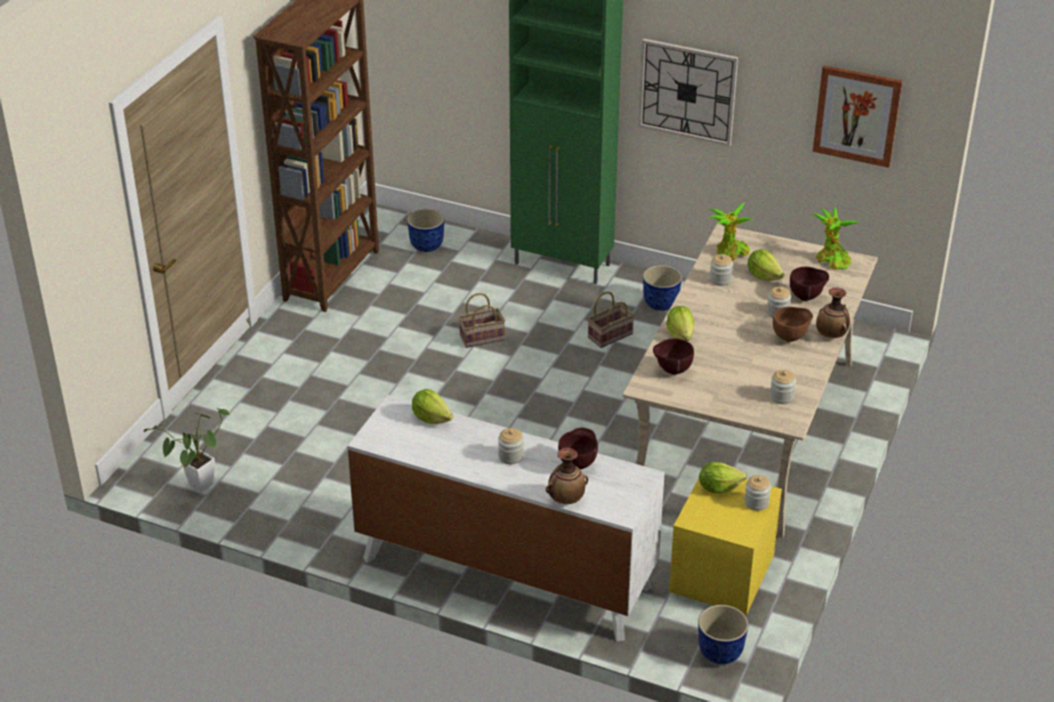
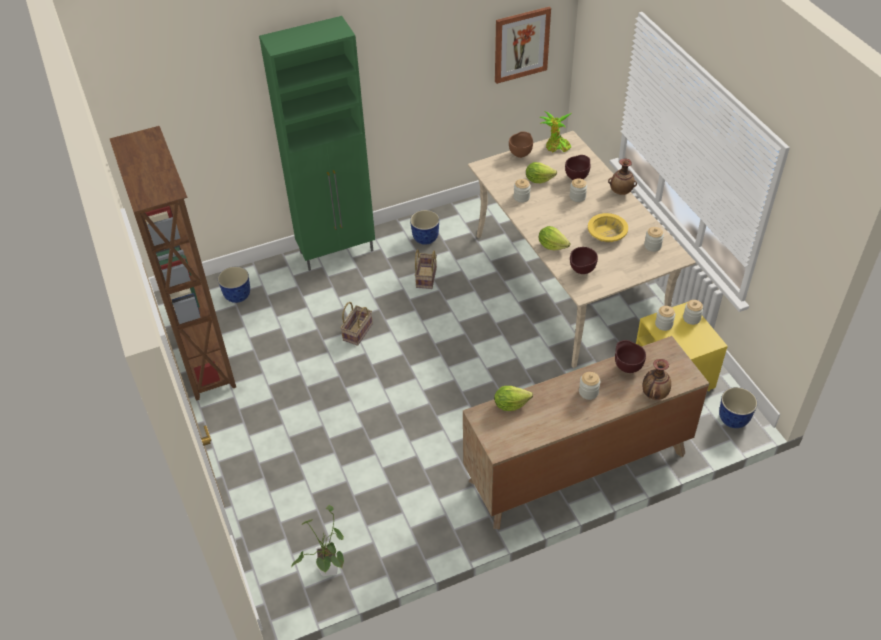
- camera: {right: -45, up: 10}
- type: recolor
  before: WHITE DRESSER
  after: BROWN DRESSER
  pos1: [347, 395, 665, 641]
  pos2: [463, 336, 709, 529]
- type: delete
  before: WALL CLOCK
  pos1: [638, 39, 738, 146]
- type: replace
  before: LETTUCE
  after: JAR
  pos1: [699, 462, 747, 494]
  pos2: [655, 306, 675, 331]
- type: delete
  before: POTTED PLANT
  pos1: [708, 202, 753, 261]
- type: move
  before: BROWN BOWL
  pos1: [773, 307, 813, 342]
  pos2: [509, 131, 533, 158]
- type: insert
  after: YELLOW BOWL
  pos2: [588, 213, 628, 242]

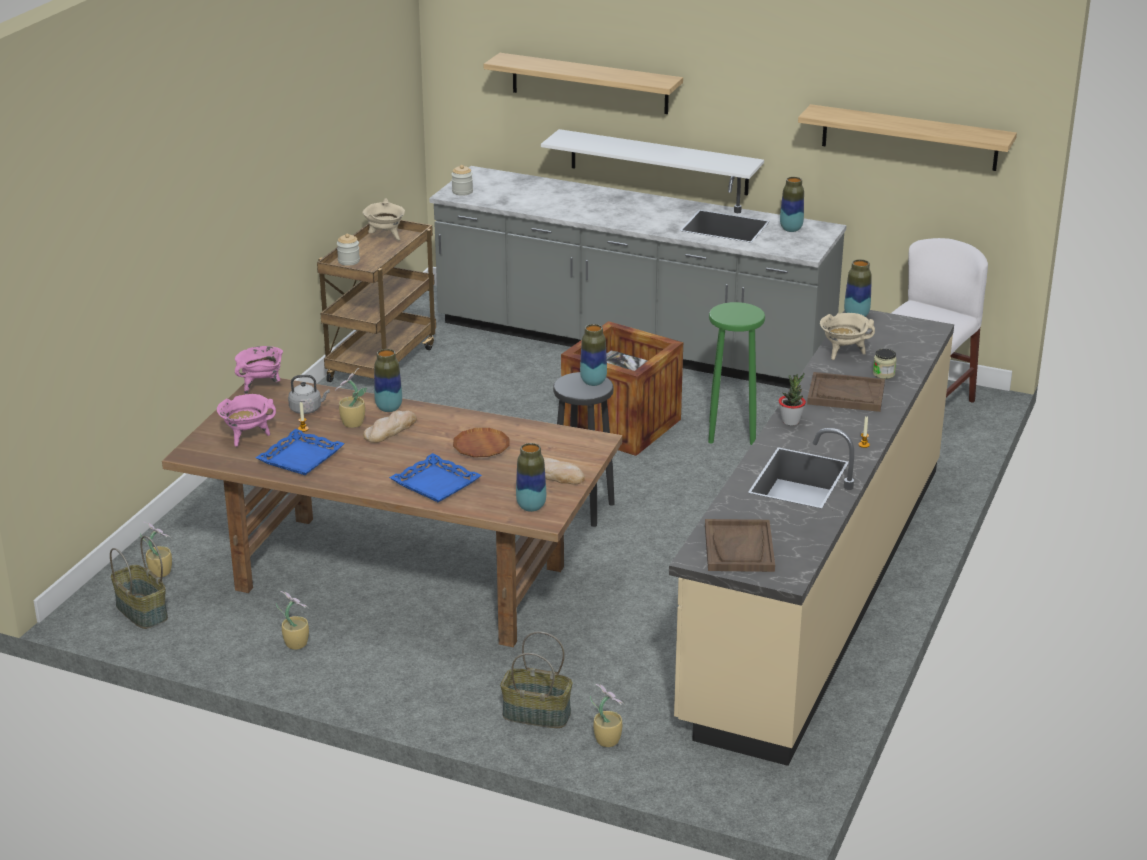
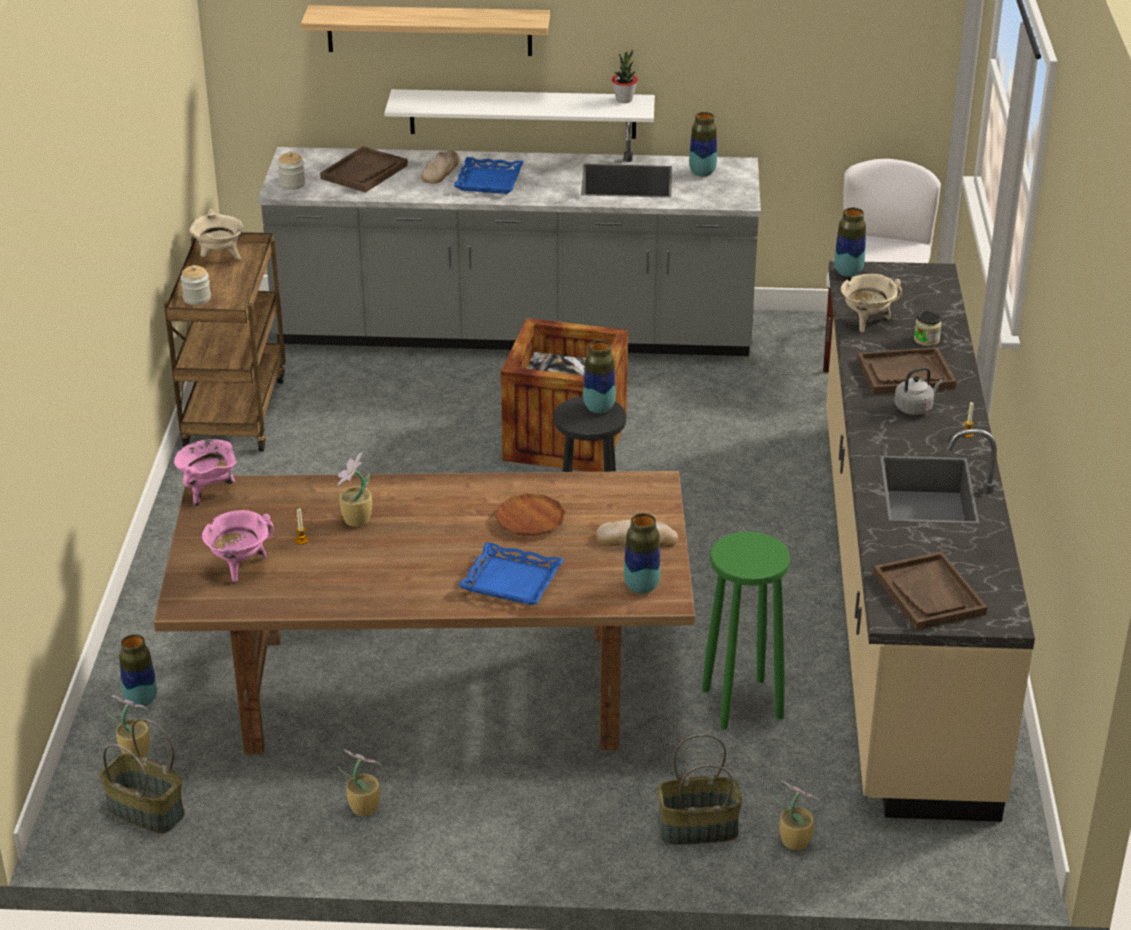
- camera: {right: -20, up: 5}
- type: move
  before: BLUE TRAY
  pos1: [256, 429, 345, 475]
  pos2: [454, 157, 524, 194]
- type: move
  before: GREY KETTLE
  pos1: [288, 375, 330, 414]
  pos2: [894, 367, 943, 415]
- type: move
  before: BREAD
  pos1: [363, 411, 417, 443]
  pos2: [421, 150, 460, 183]
- type: move
  before: VASE
  pos1: [374, 349, 402, 412]
  pos2: [119, 634, 157, 708]
- type: move
  before: GREEN STOOL
  pos1: [708, 302, 765, 445]
  pos2: [702, 532, 790, 730]
- type: move
  before: POTTED PLANT
  pos1: [779, 373, 806, 425]
  pos2: [612, 49, 638, 103]
- type: delete
  before: SHELF
  pos1: [798, 104, 1017, 171]
- type: insert
  after: BROWN TRAY
  pos2: [320, 146, 408, 193]

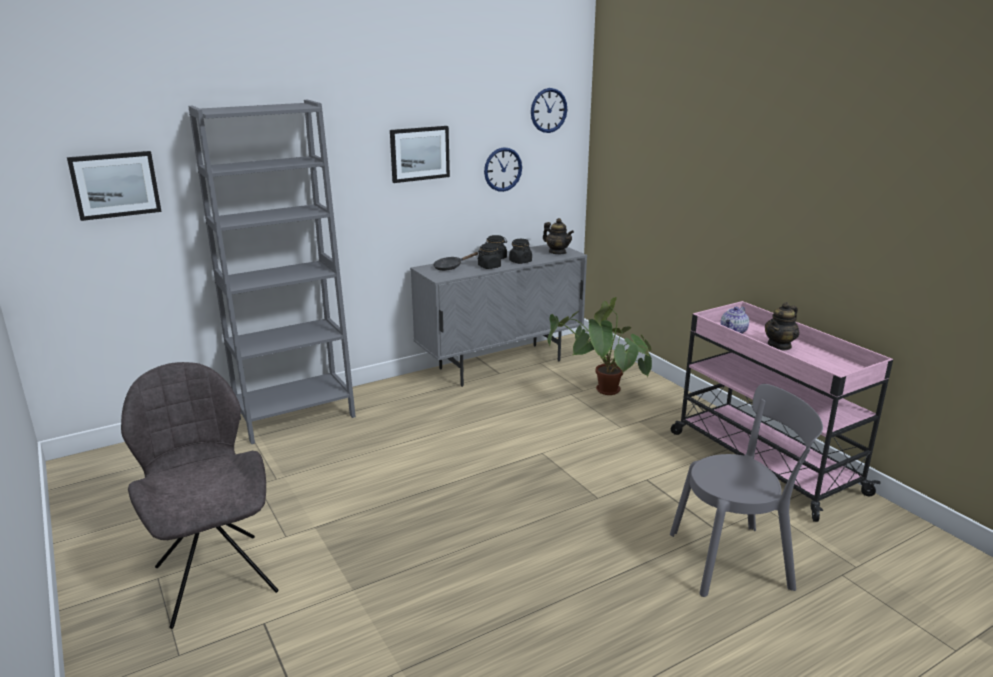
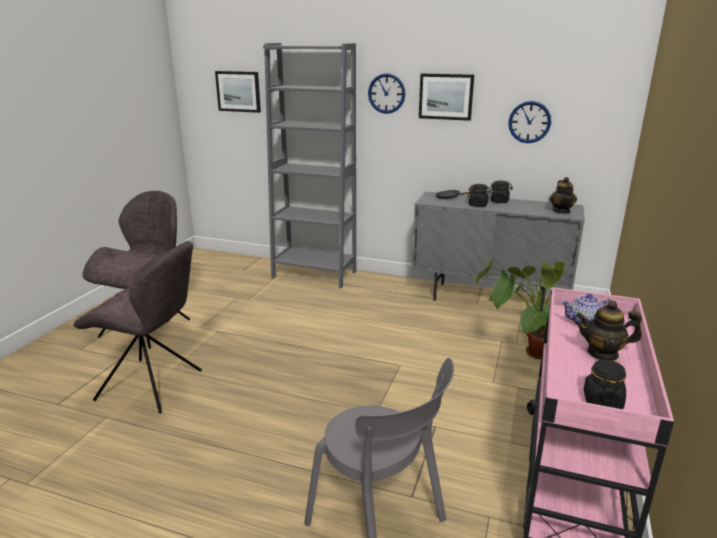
- camera: {right: 50, up: 0}
- type: move
  before: BLACK JAR
  pos1: [509, 239, 532, 264]
  pos2: [584, 359, 626, 409]
- type: move
  before: WALL CLOCK
  pos1: [531, 88, 567, 133]
  pos2: [368, 73, 405, 114]
- type: insert
  after: GREY CHAIR
  pos2: [74, 241, 202, 413]

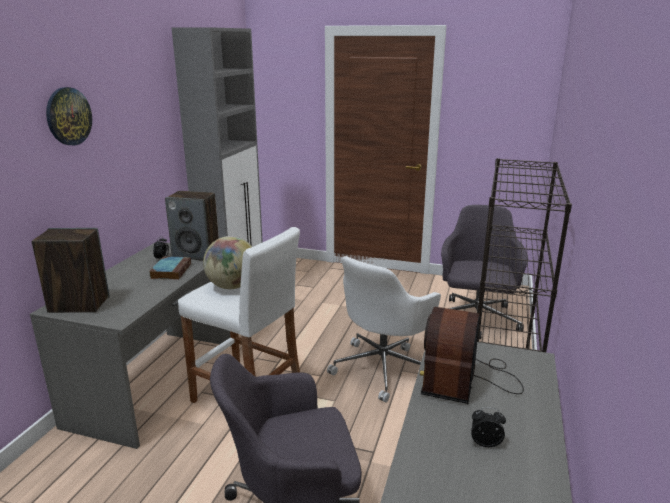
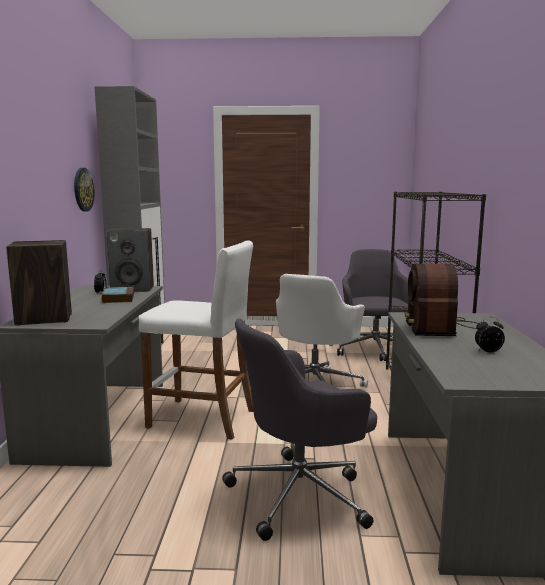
- camera: {right: -15, up: -10}
- type: move
  before: WALL CLOCK
  pos1: [46, 87, 92, 145]
  pos2: [74, 168, 94, 211]
- type: delete
  before: GLOBE
  pos1: [203, 236, 252, 289]

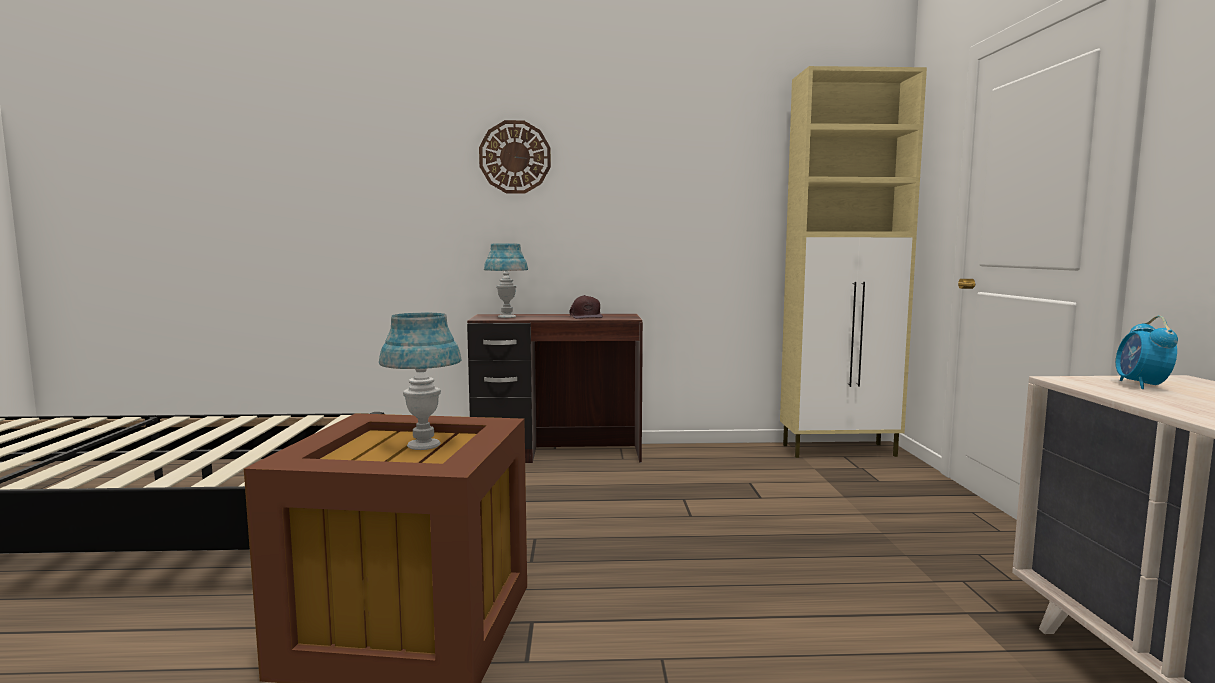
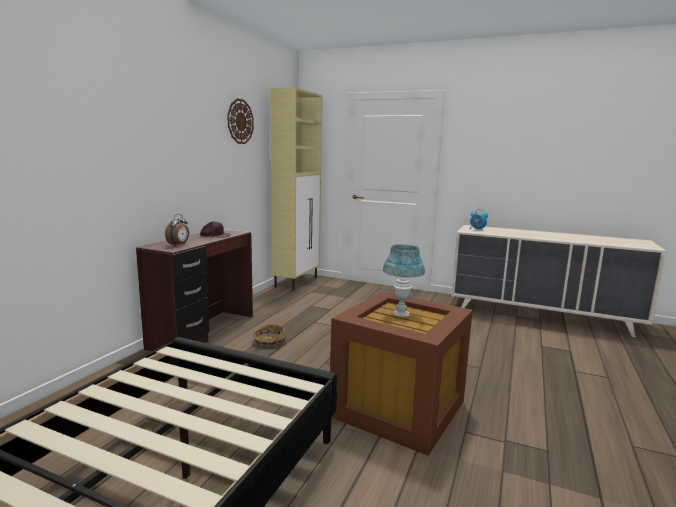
- camera: {right: -65, up: 5}
- type: move
  before: WALL CLOCK
  pos1: [479, 120, 551, 194]
  pos2: [227, 98, 254, 144]
- type: replace
  before: BLUE TABLE LAMP
  after: ALARM CLOCK
  pos1: [484, 244, 528, 318]
  pos2: [165, 214, 189, 246]
- type: insert
  after: BASKET
  pos2: [253, 324, 286, 347]

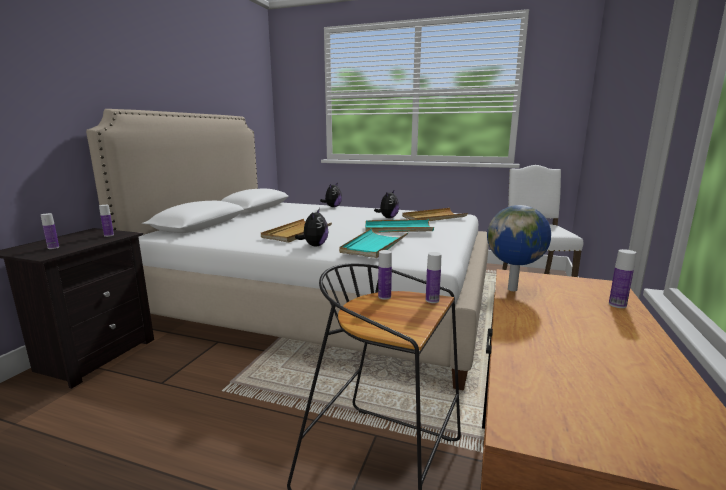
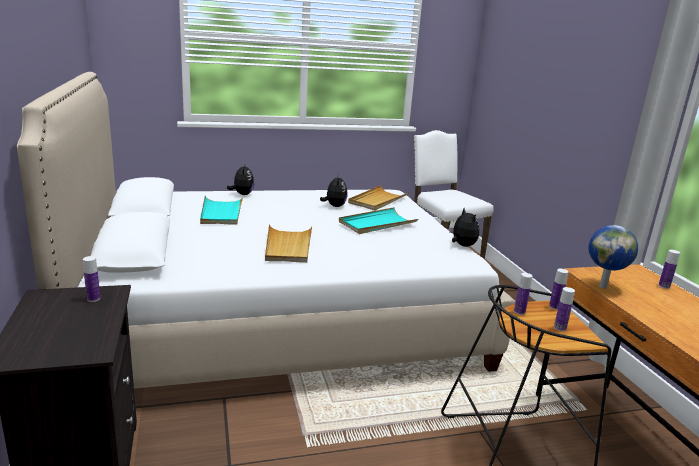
- camera: {right: -35, up: 5}
- type: move
  before: BOTTLE
  pos1: [41, 213, 59, 249]
  pos2: [554, 287, 575, 331]
- type: move
  before: PLUSH TOY
  pos1: [295, 208, 328, 246]
  pos2: [449, 208, 479, 247]
- type: move
  before: TURQUOISE TRAY
  pos1: [339, 228, 408, 258]
  pos2: [200, 196, 243, 225]

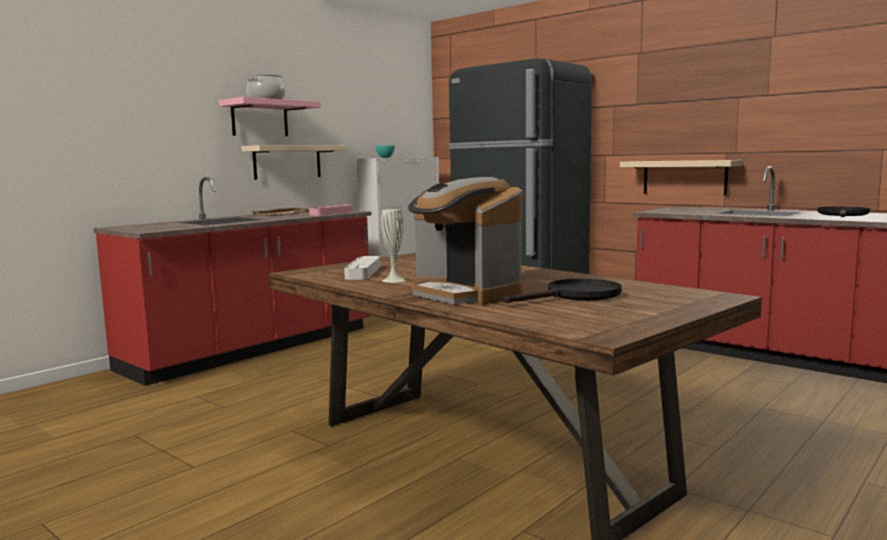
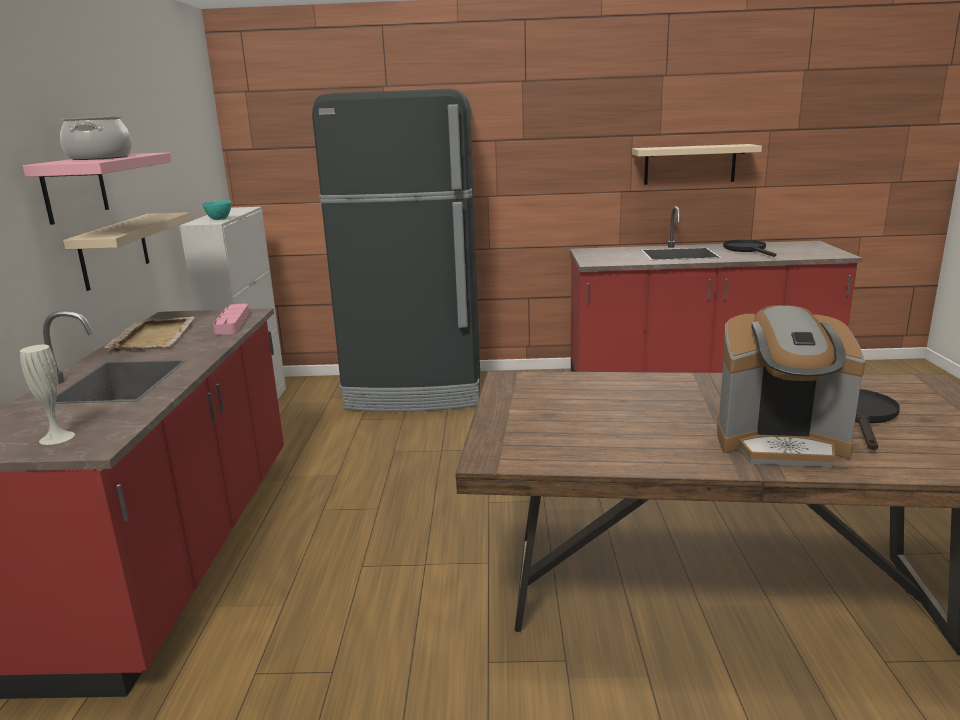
- camera: {right: -40, up: 10}
- type: delete
  before: GREY TRAY
  pos1: [344, 256, 380, 280]
- type: move
  before: WHITE VASE
  pos1: [381, 209, 406, 283]
  pos2: [20, 345, 75, 445]
- type: move
  before: BEIGE SHELF
  pos1: [620, 160, 742, 196]
  pos2: [632, 144, 762, 185]

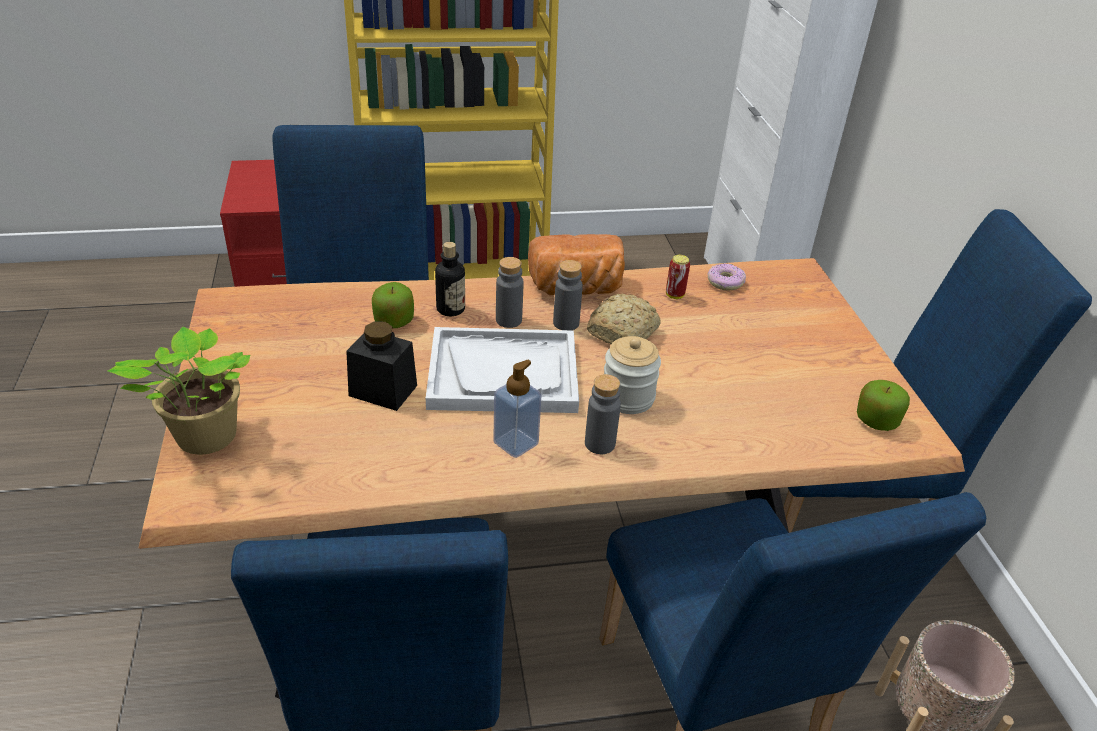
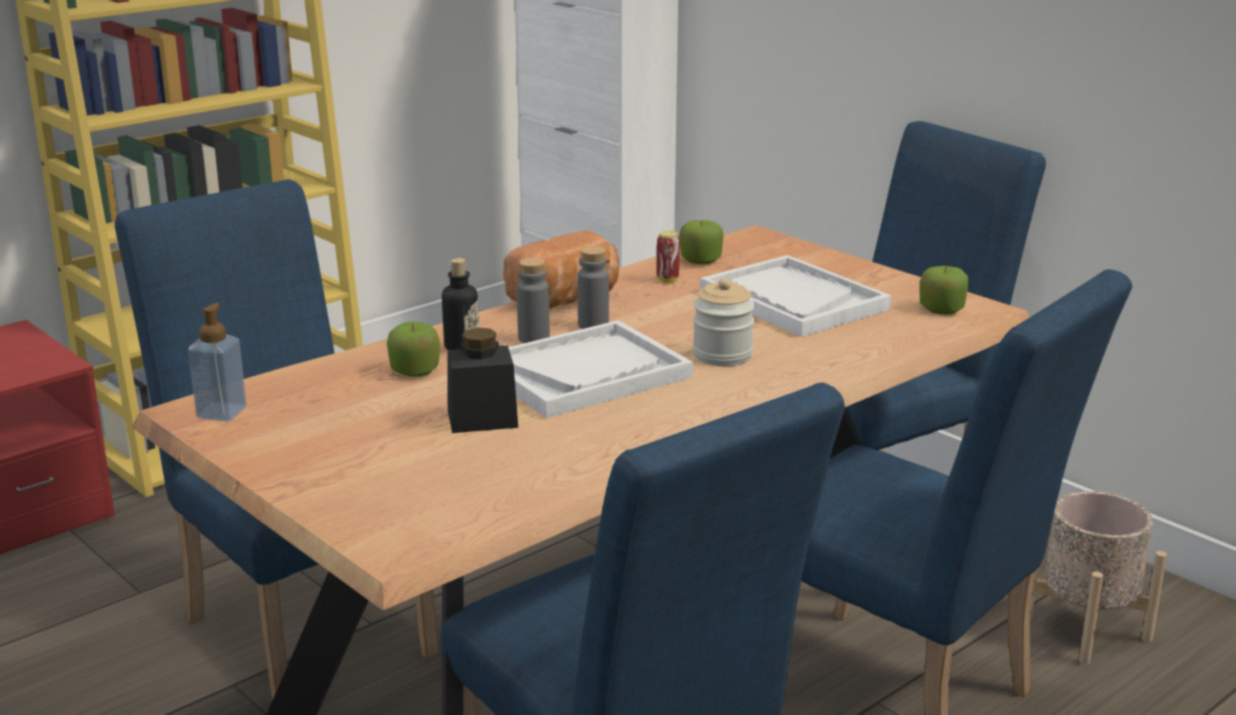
- camera: {right: -30, up: -15}
- type: delete
  before: POTTED PLANT
  pos1: [108, 327, 250, 455]
- type: move
  before: SOAP DISPENSER
  pos1: [493, 360, 541, 458]
  pos2: [188, 303, 246, 421]
- type: delete
  before: GREY BOTTLE
  pos1: [585, 374, 621, 454]
- type: delete
  before: BREAD
  pos1: [587, 294, 661, 344]
- type: replace
  before: DONUT
  after: APPLE
  pos1: [707, 263, 746, 291]
  pos2: [679, 220, 724, 264]
- type: insert
  after: WHITE TRAY
  pos2: [700, 255, 891, 337]

